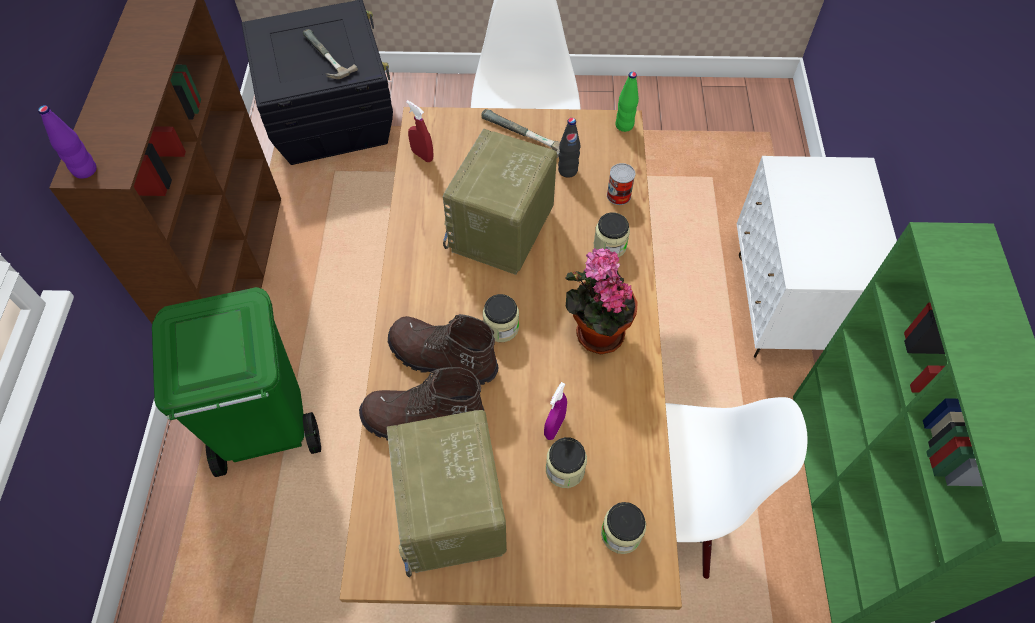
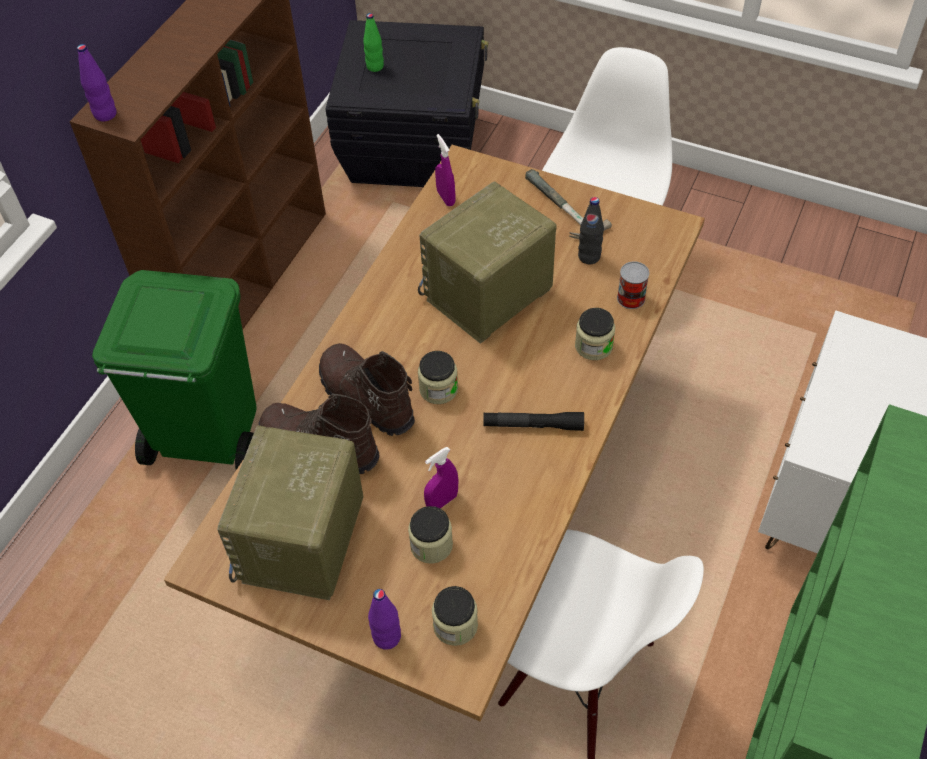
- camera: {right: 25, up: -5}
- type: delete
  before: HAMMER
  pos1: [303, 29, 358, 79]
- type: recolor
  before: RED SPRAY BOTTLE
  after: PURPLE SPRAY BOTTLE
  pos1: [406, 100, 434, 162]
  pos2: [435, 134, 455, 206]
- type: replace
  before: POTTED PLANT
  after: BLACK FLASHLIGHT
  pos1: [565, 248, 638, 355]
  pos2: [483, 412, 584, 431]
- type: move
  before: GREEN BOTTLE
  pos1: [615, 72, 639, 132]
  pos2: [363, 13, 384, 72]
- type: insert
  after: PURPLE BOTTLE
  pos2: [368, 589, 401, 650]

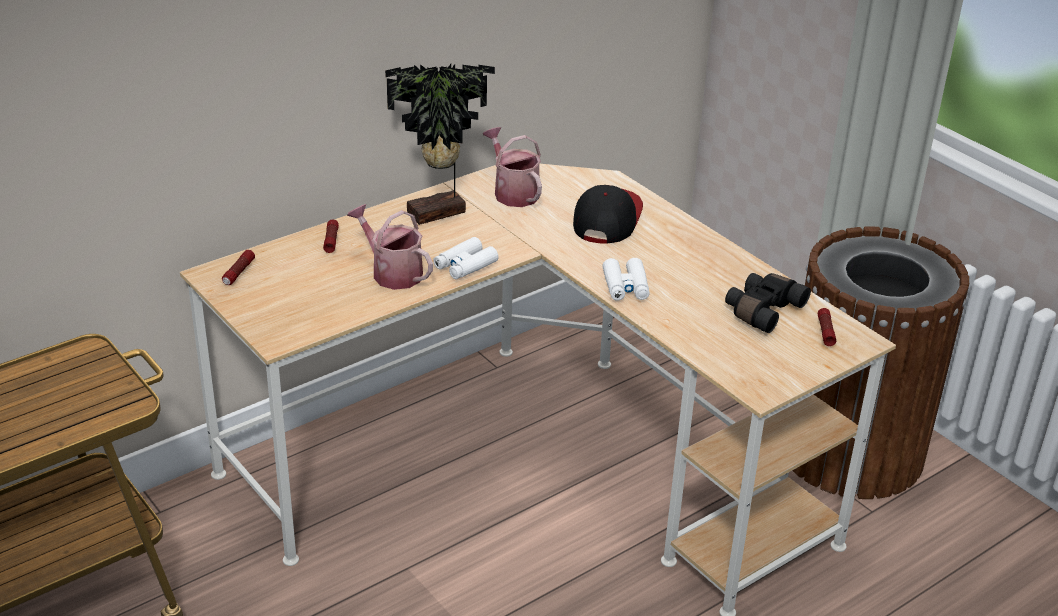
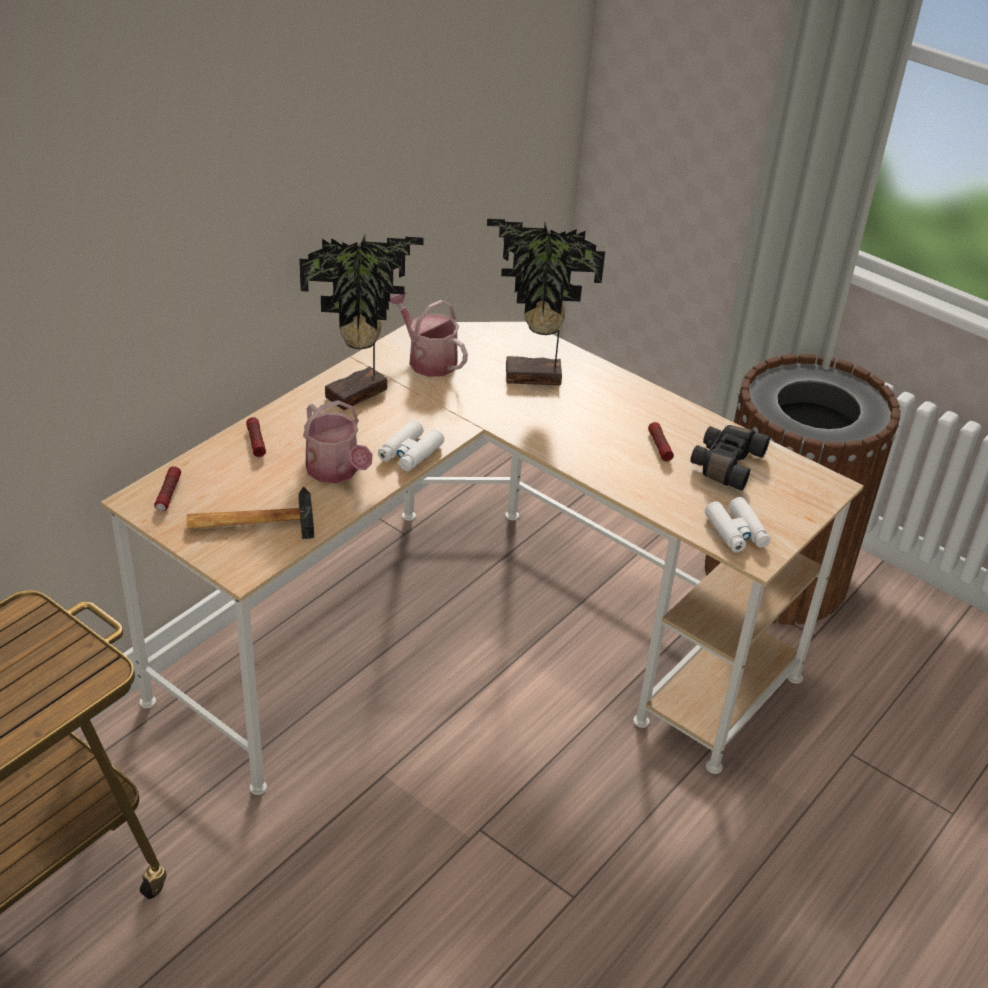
- camera: {right: -15, up: 5}
- type: rotate
  before: WATERING CAN
  pos1: [347, 204, 433, 290]
  pos2: [303, 400, 373, 483]
  turn: -150
- type: replace
  before: CAP
  after: POTTED PLANT
  pos1: [573, 185, 643, 244]
  pos2: [487, 219, 605, 386]
- type: move
  before: WHITE BINOCULARS
  pos1: [602, 258, 650, 301]
  pos2: [705, 497, 771, 552]
- type: move
  before: FLASHLIGHT
  pos1: [817, 308, 836, 346]
  pos2: [648, 422, 674, 461]
- type: insert
  after: HAMMER
  pos2: [187, 487, 314, 539]

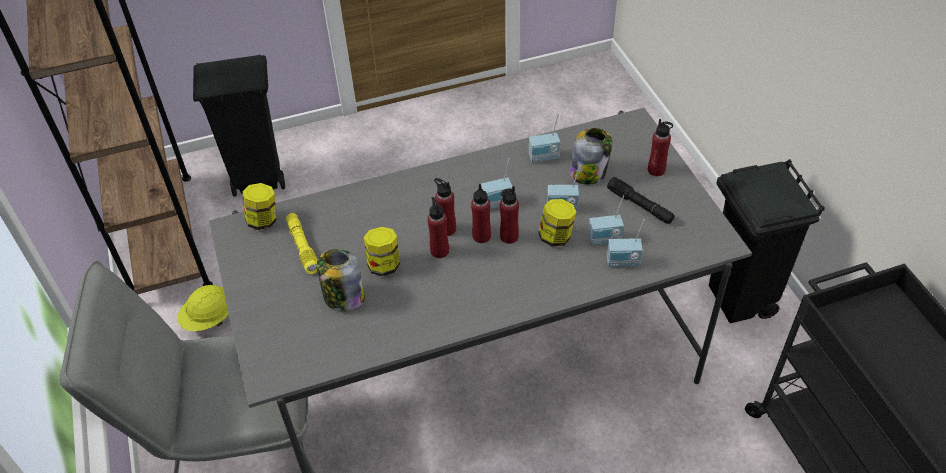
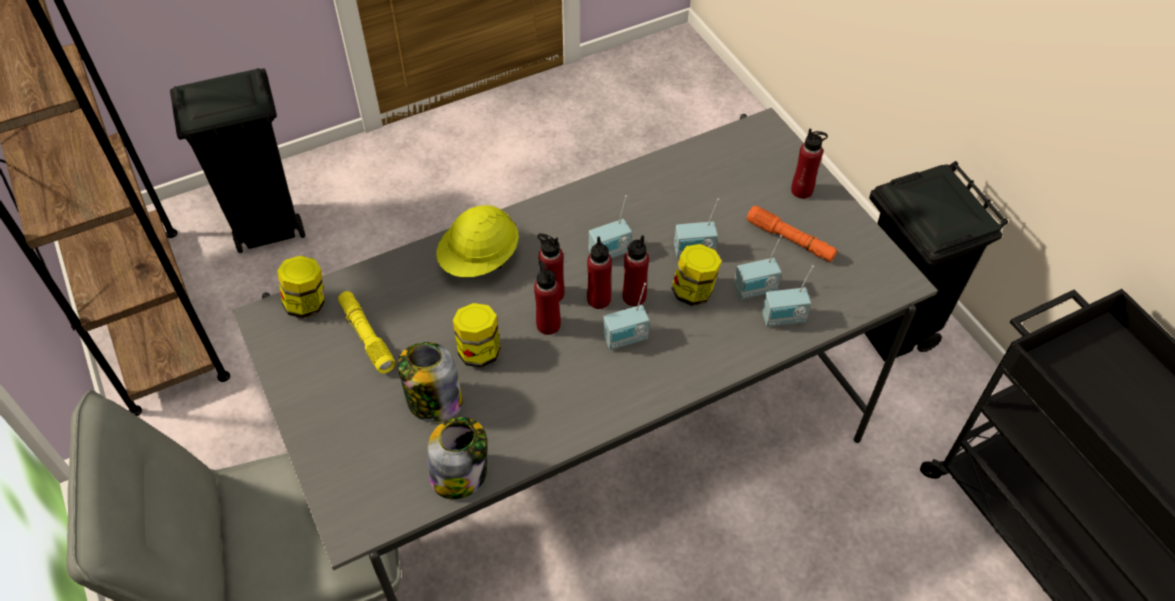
- camera: {right: -10, up: 5}
- type: move
  before: YELLOW HARD HAT
  pos1: [177, 285, 229, 331]
  pos2: [437, 205, 519, 277]
- type: move
  before: RADIO
  pos1: [529, 113, 560, 163]
  pos2: [603, 283, 650, 350]
- type: move
  before: JAR
  pos1: [569, 128, 612, 185]
  pos2: [427, 417, 487, 499]
- type: recolor
  before: BLACK FLASHLIGHT
  after: ORANGE FLASHLIGHT
  pos1: [607, 177, 675, 224]
  pos2: [747, 205, 837, 262]

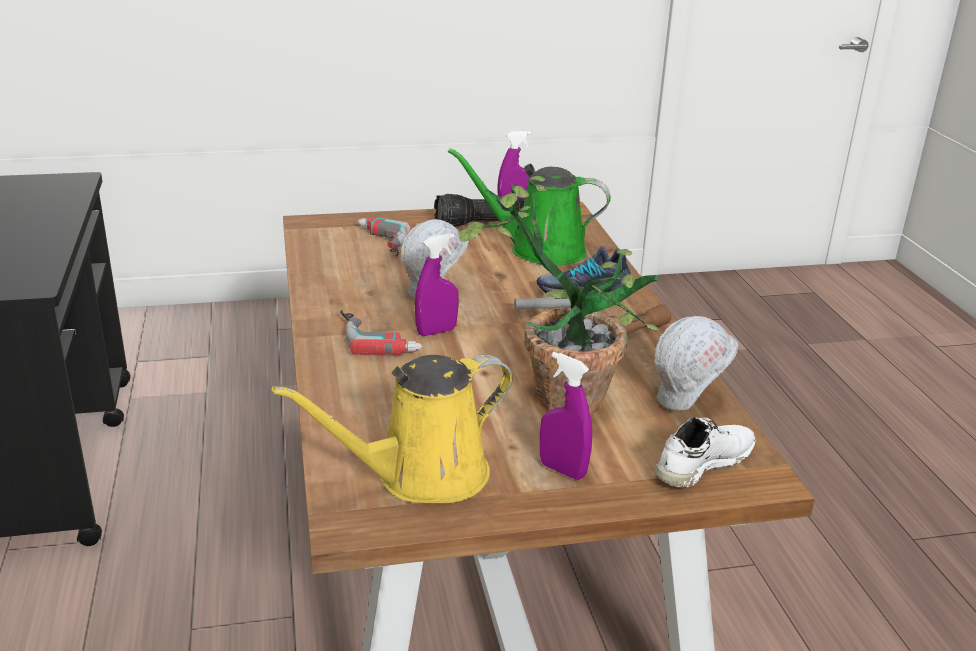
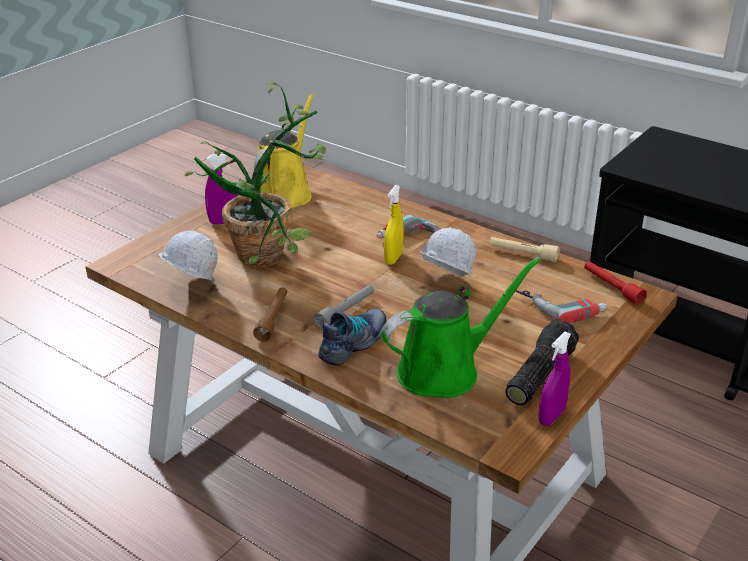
- camera: {right: 140, up: 5}
- type: recolor
  before: PURPLE SPRAY BOTTLE
  after: YELLOW SPRAY BOTTLE
  pos1: [415, 234, 459, 336]
  pos2: [384, 185, 404, 265]
- type: delete
  before: WHITE SHOE
  pos1: [655, 417, 756, 488]
- type: insert
  after: BEIGE FLASHLIGHT
  pos2: [490, 237, 559, 262]
- type: insert
  after: RED FLASHLIGHT
  pos2: [584, 261, 647, 305]

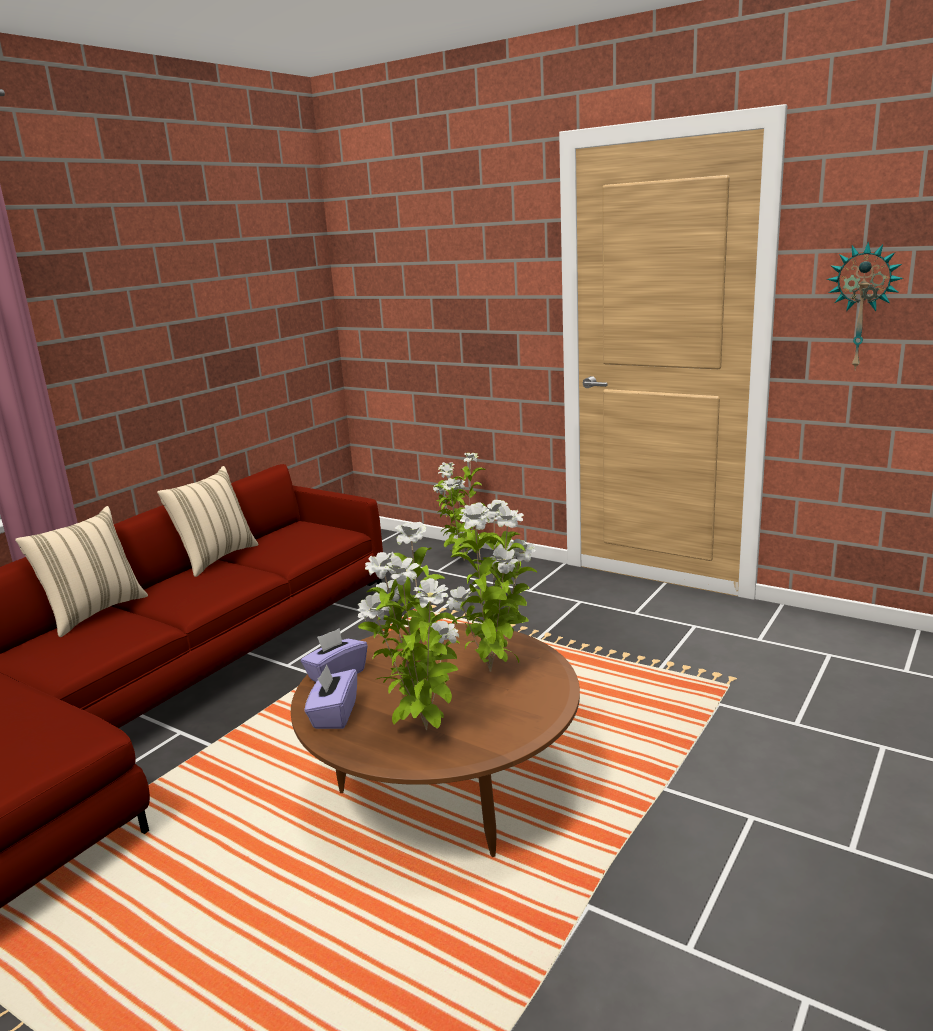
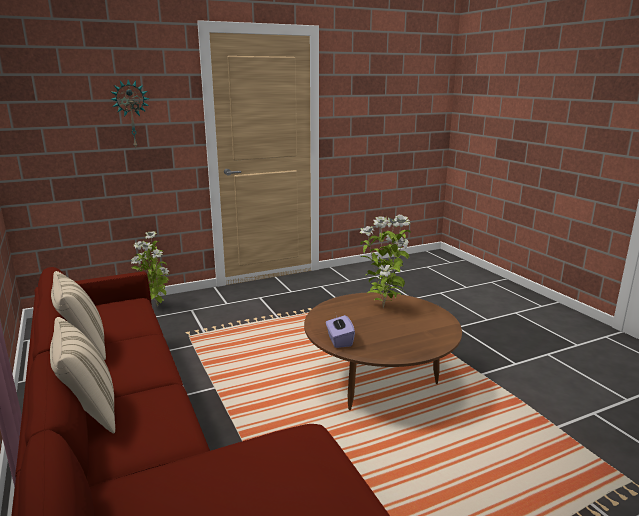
- camera: {right: -60, up: 0}
- type: delete
  before: PURPLE TISSUE BOX
  pos1: [304, 664, 357, 729]
- type: delete
  before: POTTED PLANT
  pos1: [358, 522, 460, 730]
- type: move
  before: WALL CLOCK
  pos1: [827, 242, 903, 371]
  pos2: [110, 80, 150, 148]

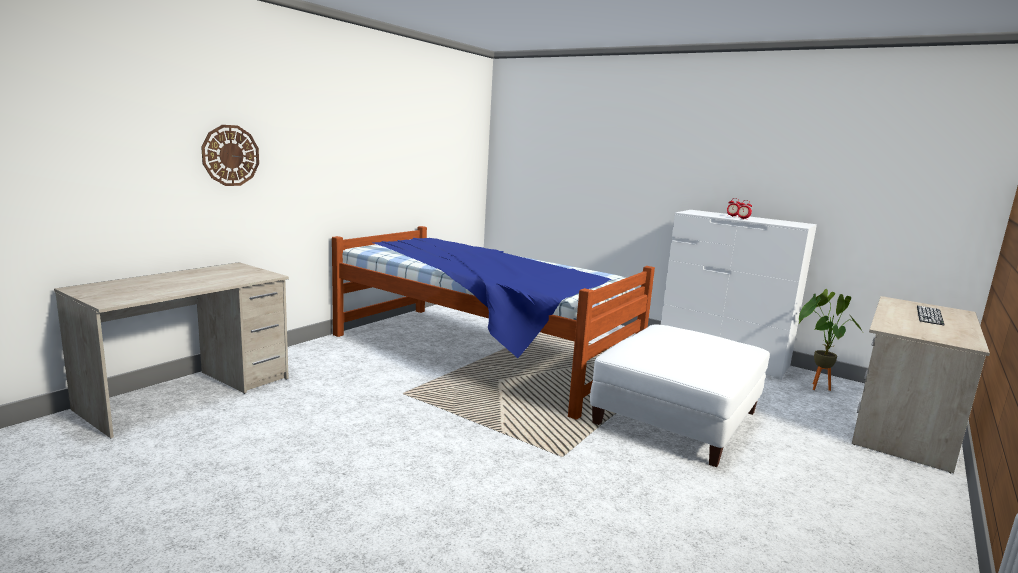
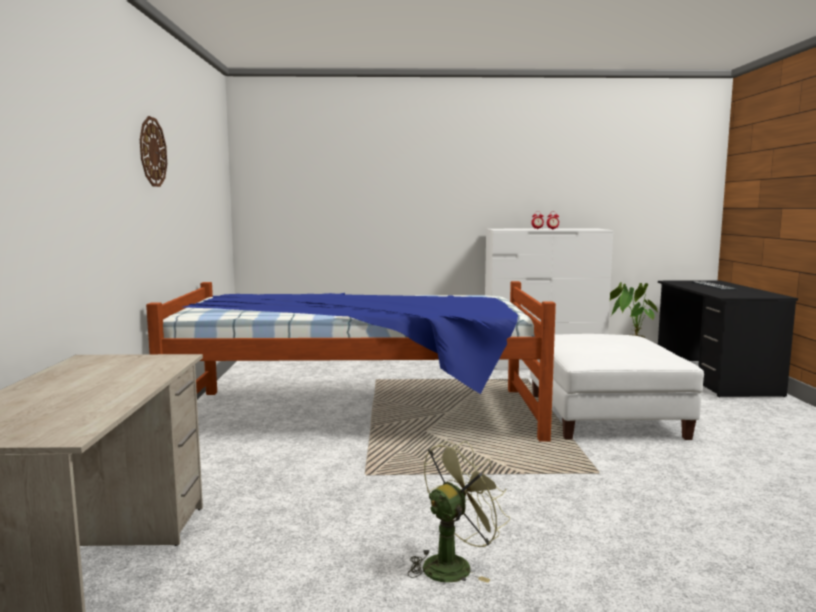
- camera: {right: -35, up: -5}
- type: move
  before: WALL CLOCK
  pos1: [201, 125, 259, 186]
  pos2: [140, 116, 167, 187]
- type: recolor
  before: BEIGE DESK
  after: BLACK DESK
  pos1: [852, 296, 990, 473]
  pos2: [658, 280, 798, 397]
- type: insert
  after: GREEN FAN
  pos2: [407, 441, 510, 583]

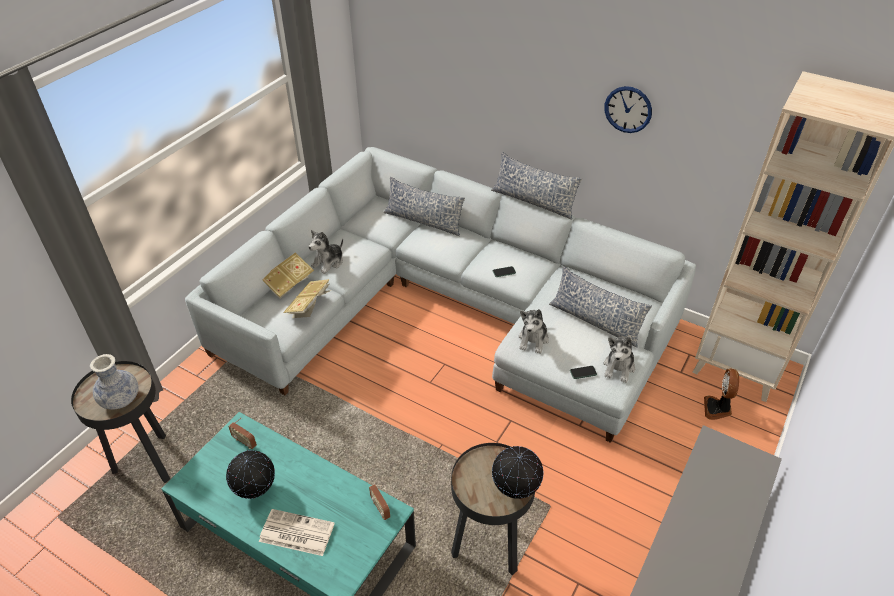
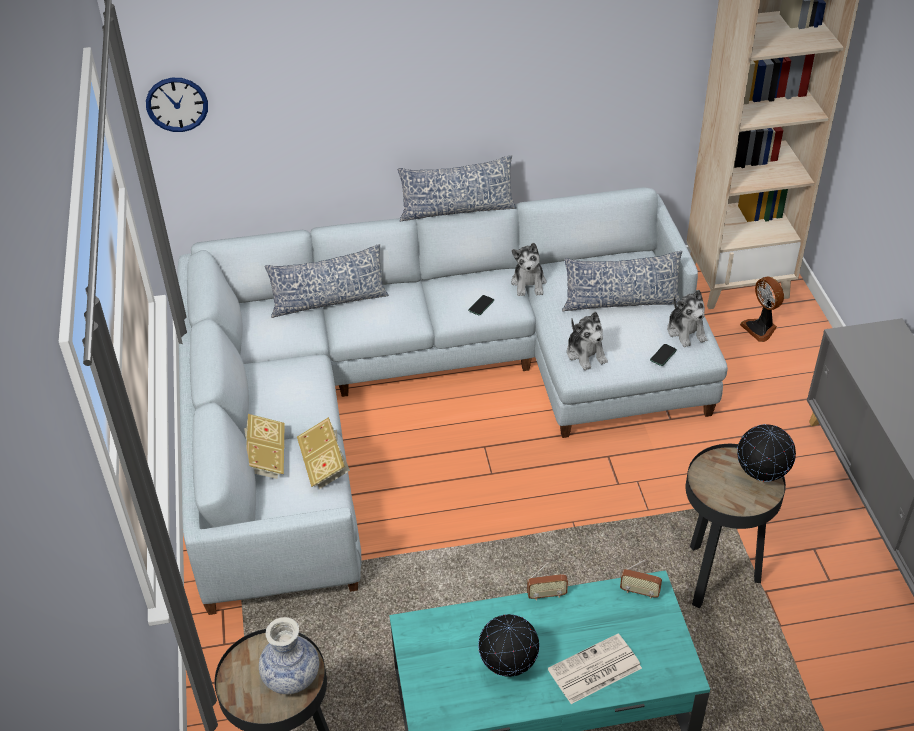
- camera: {right: -40, up: 0}
- type: move
  before: RADIO
  pos1: [228, 418, 257, 449]
  pos2: [527, 562, 568, 600]
- type: move
  before: PLUSH TOY
  pos1: [308, 230, 343, 274]
  pos2: [511, 243, 546, 296]
- type: move
  before: WALL CLOCK
  pos1: [604, 86, 652, 133]
  pos2: [146, 78, 208, 132]

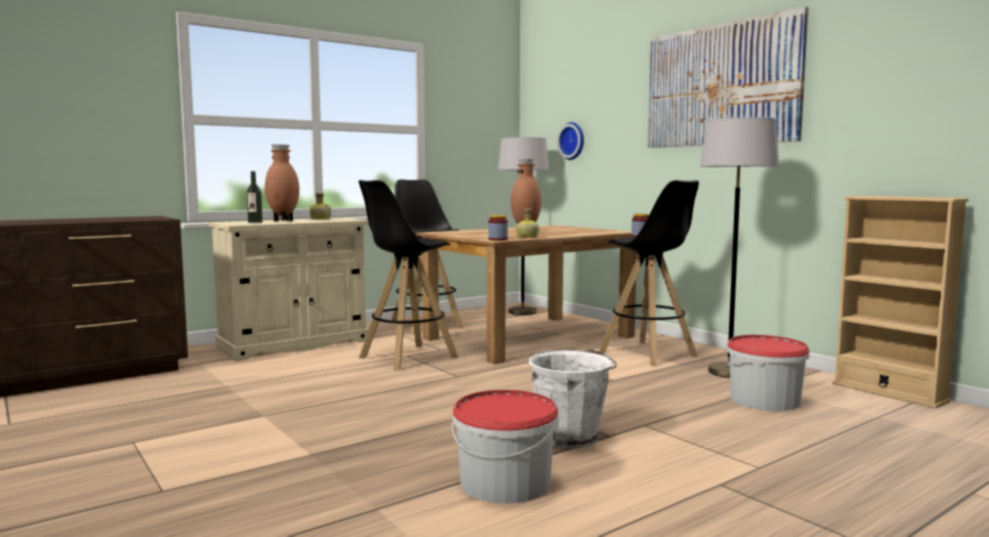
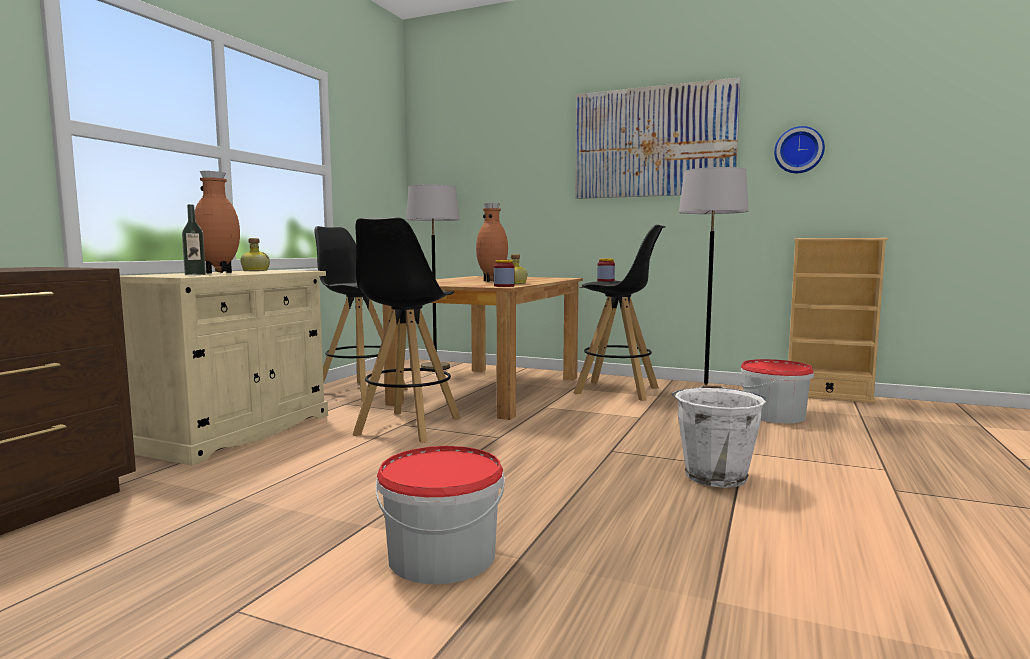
- camera: {right: -30, up: 0}
- type: move
  before: BUCKET
  pos1: [452, 390, 559, 504]
  pos2: [376, 446, 505, 585]
- type: move
  before: WALL CLOCK
  pos1: [557, 122, 584, 160]
  pos2: [774, 126, 825, 173]

